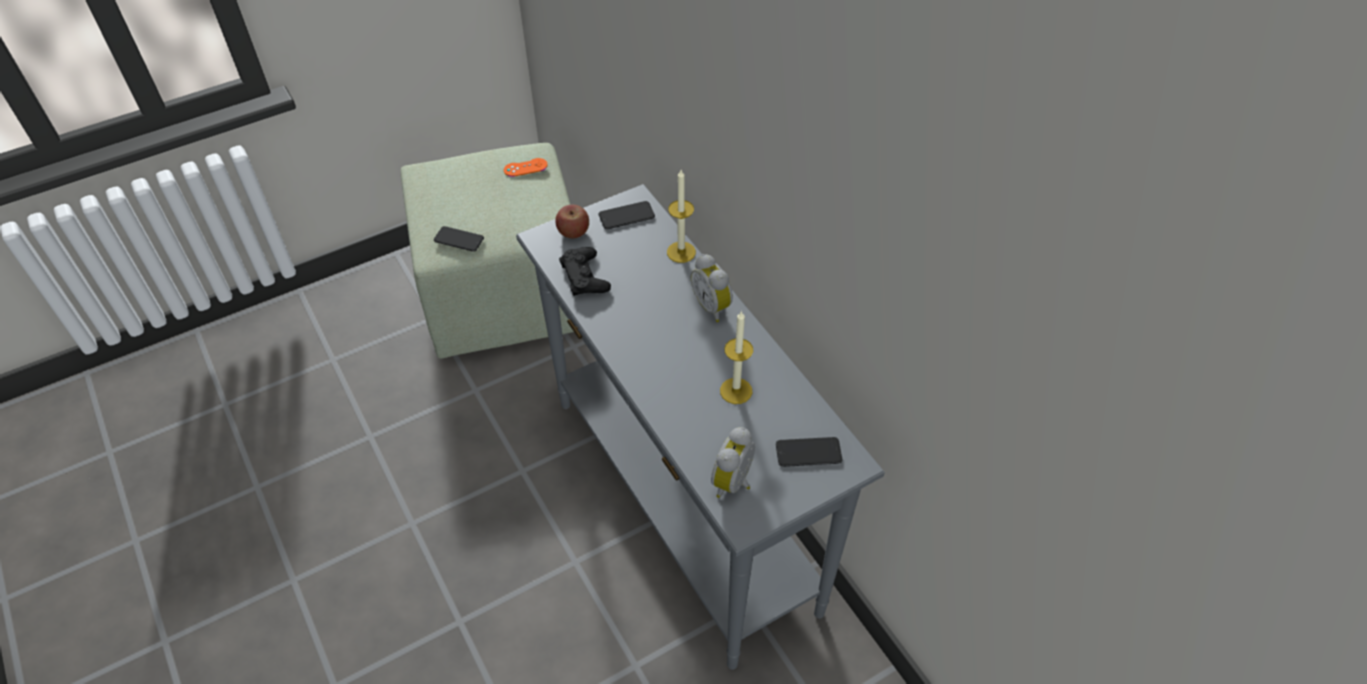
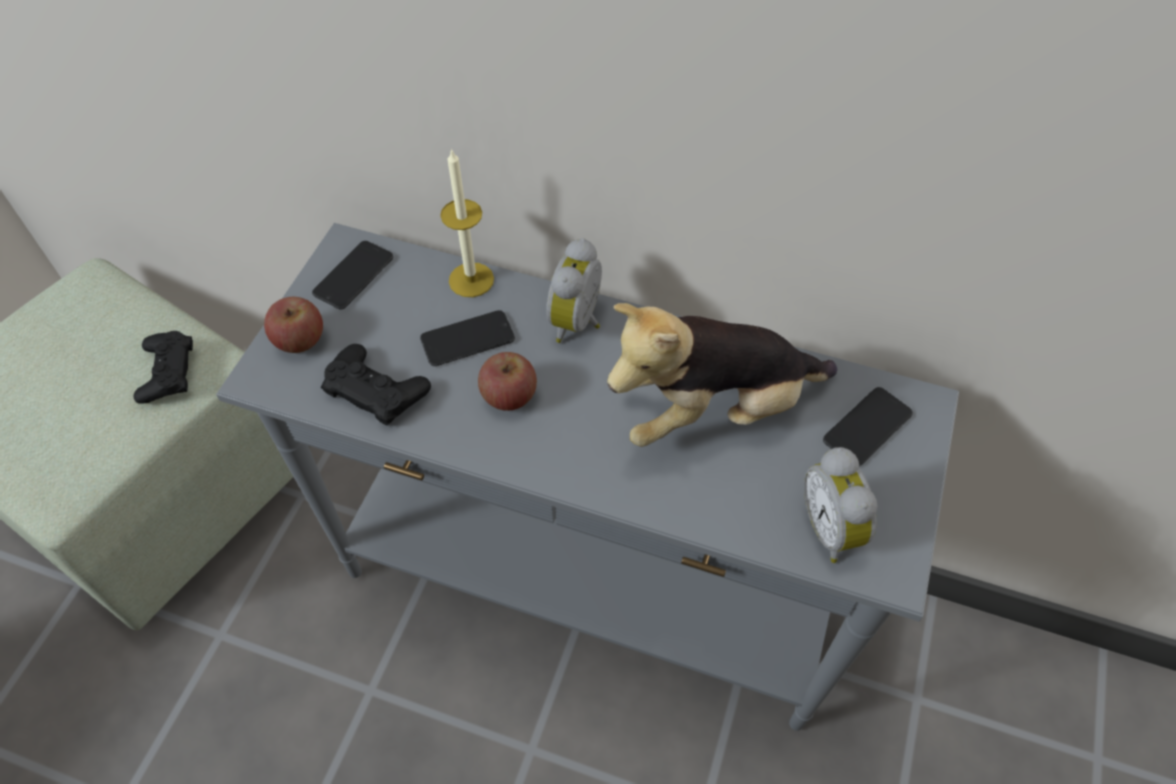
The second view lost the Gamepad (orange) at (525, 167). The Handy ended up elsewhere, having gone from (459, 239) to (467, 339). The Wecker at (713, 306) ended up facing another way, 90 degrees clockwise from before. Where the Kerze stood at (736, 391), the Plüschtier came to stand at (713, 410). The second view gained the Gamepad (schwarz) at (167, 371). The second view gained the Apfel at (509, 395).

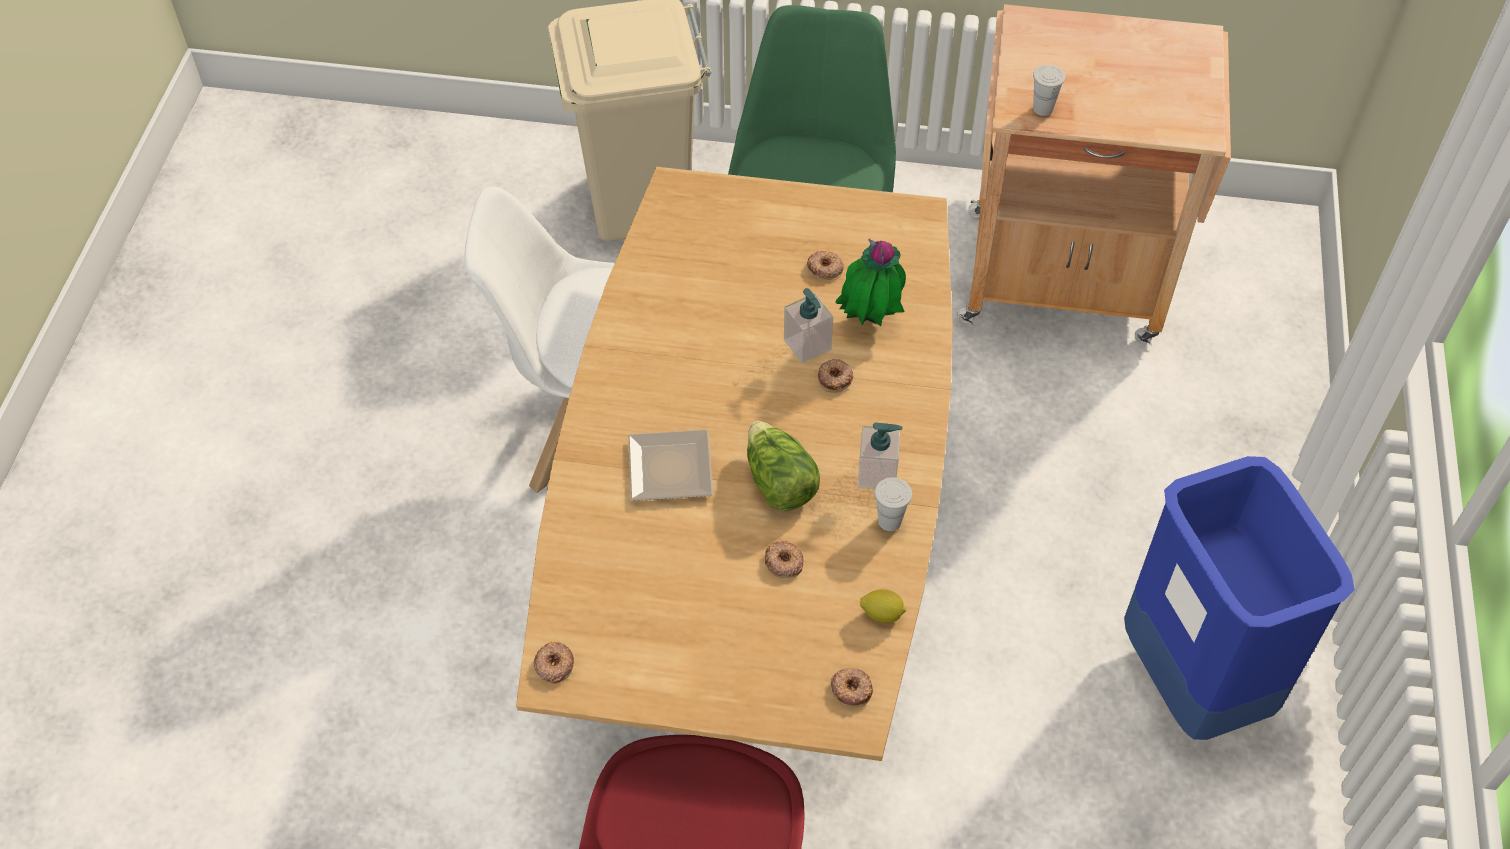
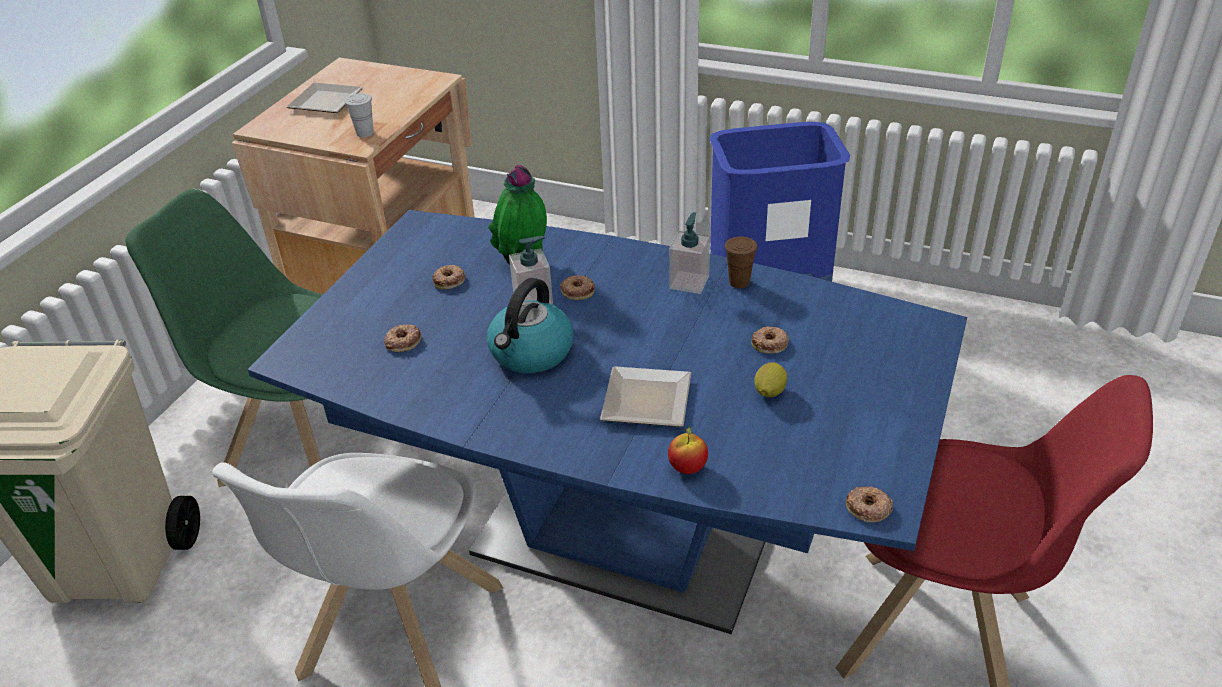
What was the Esstisch (braun) at (754, 586) turned into the Esstisch (blau) at (620, 543). The second view lost the Salatkopf at (778, 482). What was the Tasse (weiß) at (889, 521) turned into the Tasse (braun) at (739, 282). The Zitrone ended up elsewhere, having gone from (882, 614) to (769, 392). The Donut ended up elsewhere, having gone from (851, 689) to (403, 341). The second view gained the Teller at (325, 101). The second view gained the Wasserkessel at (531, 353). The second view gained the Apfel at (687, 468).

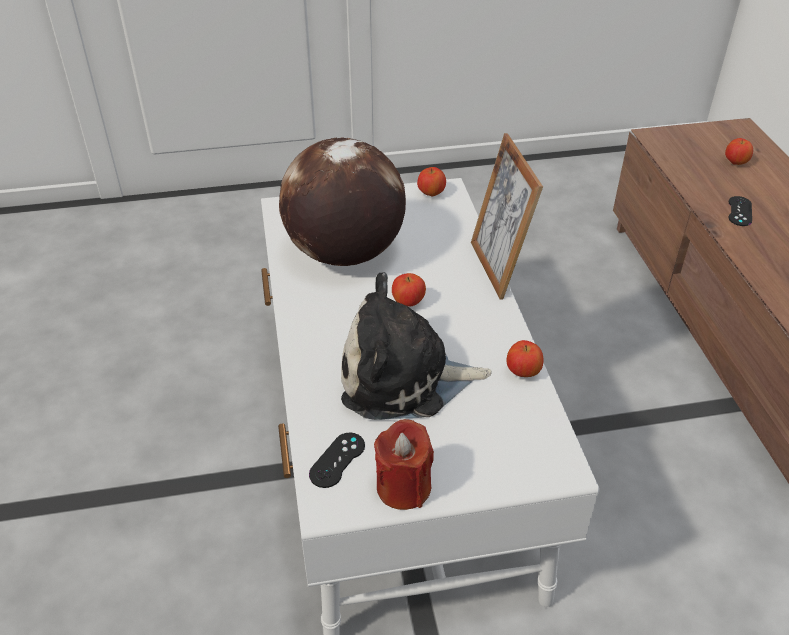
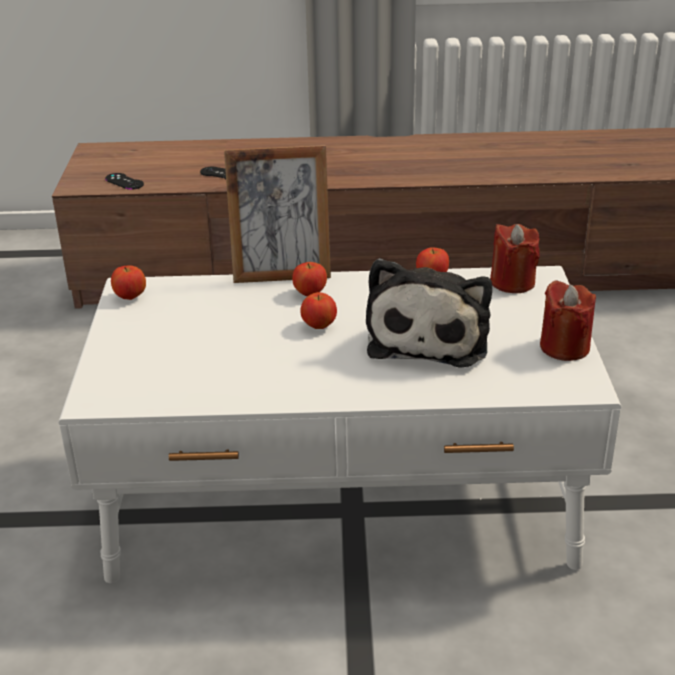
The second view lost the Globus at (344, 253). The Apfel ended up elsewhere, having gone from (735, 163) to (310, 294). The Gamepad (schwarz) ended up elsewhere, having gone from (337, 460) to (124, 181). The second view gained the Kerze (rot) at (512, 282).

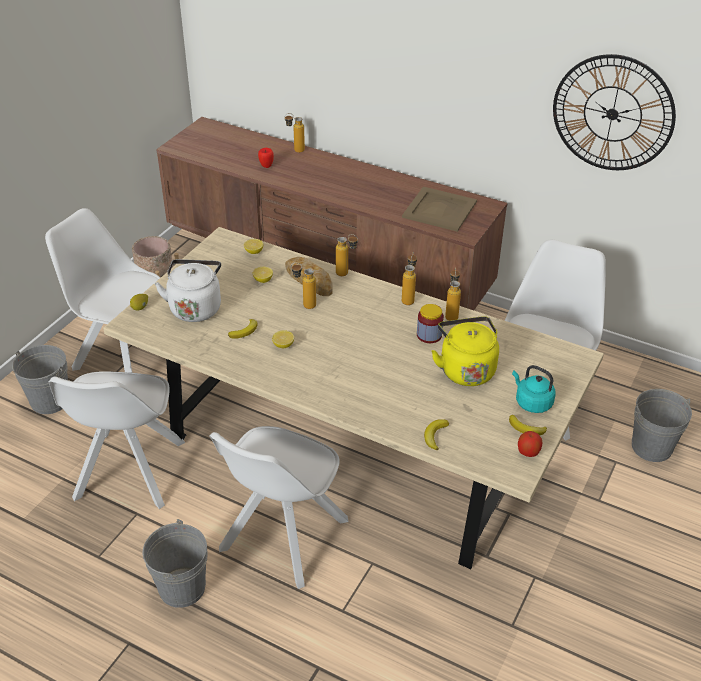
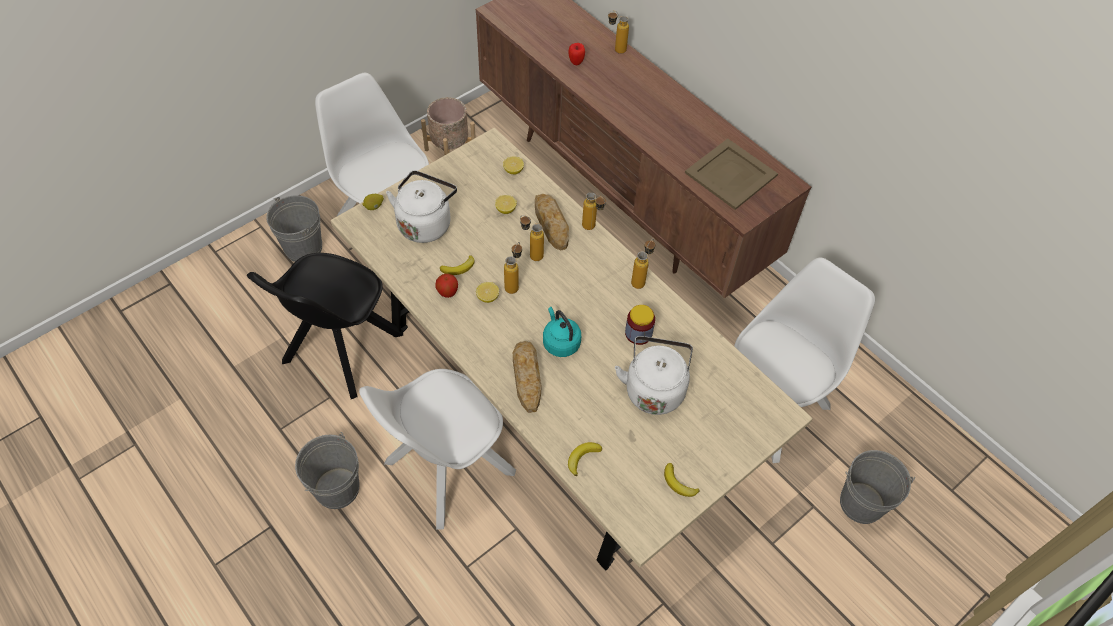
The second view lost the Wanduhr at (612, 114). The Flasche ended up elsewhere, having gone from (451, 314) to (514, 284). What was the Wasserkessel (gelb) at (465, 369) turned into the Wasserkessel (weiß) at (654, 388). The Wasserkessel (türkis) ended up elsewhere, having gone from (531, 402) to (560, 342). What was the Stuhl (weiß) at (128, 472) turned into the Stuhl (schwarz) at (340, 350). The Apfel ended up elsewhere, having gone from (528, 452) to (447, 292). The second view gained the Brot at (527, 378).

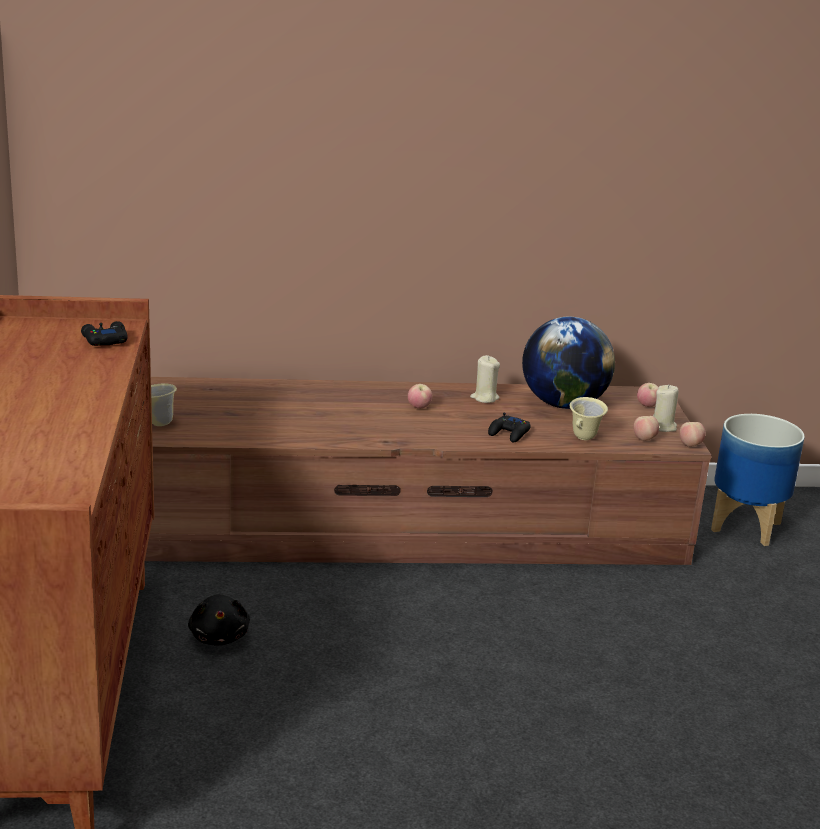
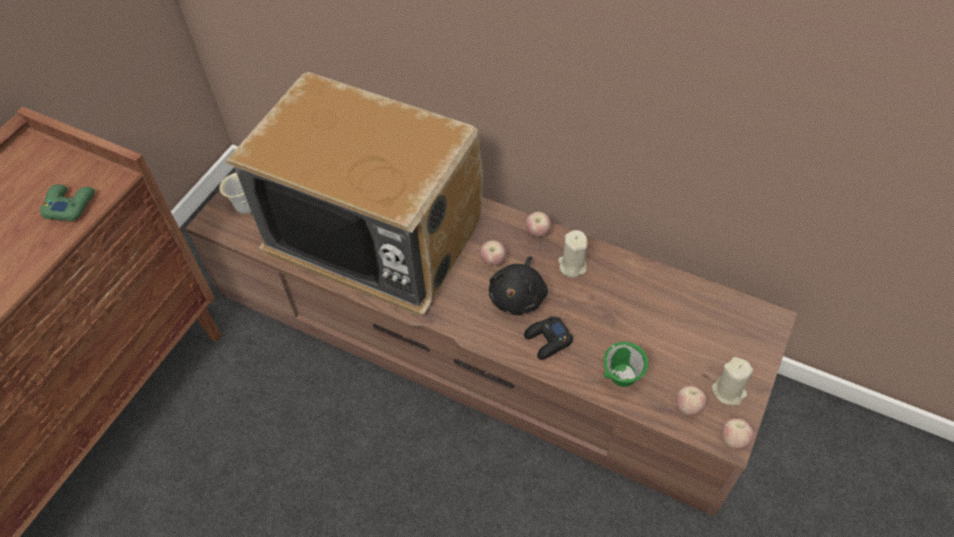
The second view lost the Globus at (563, 404). What was the Gamepad (schwarz) at (104, 340) turned into the Gamepad (grün) at (69, 205). The Apfel ended up elsewhere, having gone from (647, 406) to (537, 232). What was the Henkelbecher (beige) at (584, 439) turned into the Henkelbecher (grün) at (621, 381). The second view lost the Pflanzkübel at (746, 527). The Plüschtier (schwarz) ended up elsewhere, having gone from (219, 636) to (518, 296). The second view gained the Fernseher at (373, 234).

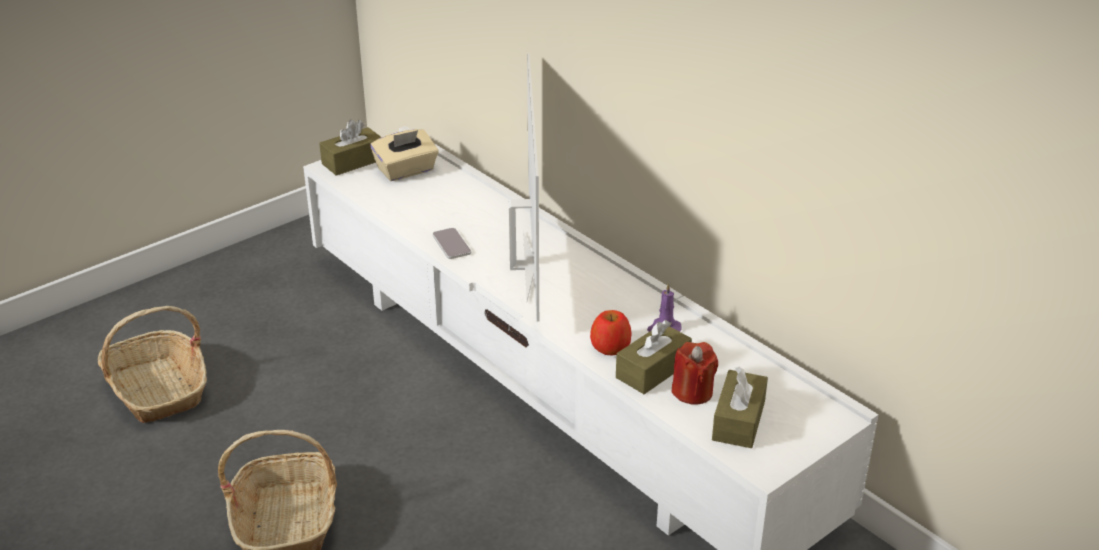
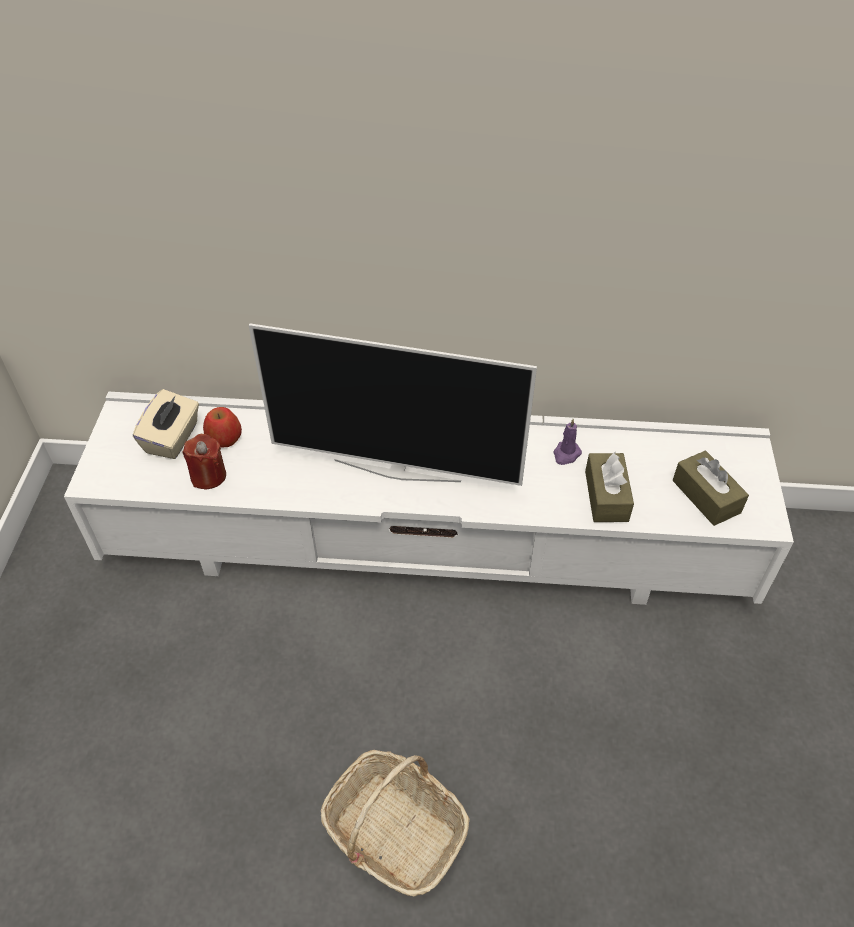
The Fernseher at (522, 266) ended up facing another way, 150 degrees clockwise from before. The second view lost the Taschentuchbox (braun) at (353, 161). The second view lost the Handy at (451, 244). The second view lost the Korb at (158, 389). The Apfel ended up elsewhere, having gone from (610, 346) to (224, 437). The Kerze (rot) ended up elsewhere, having gone from (692, 392) to (208, 476).

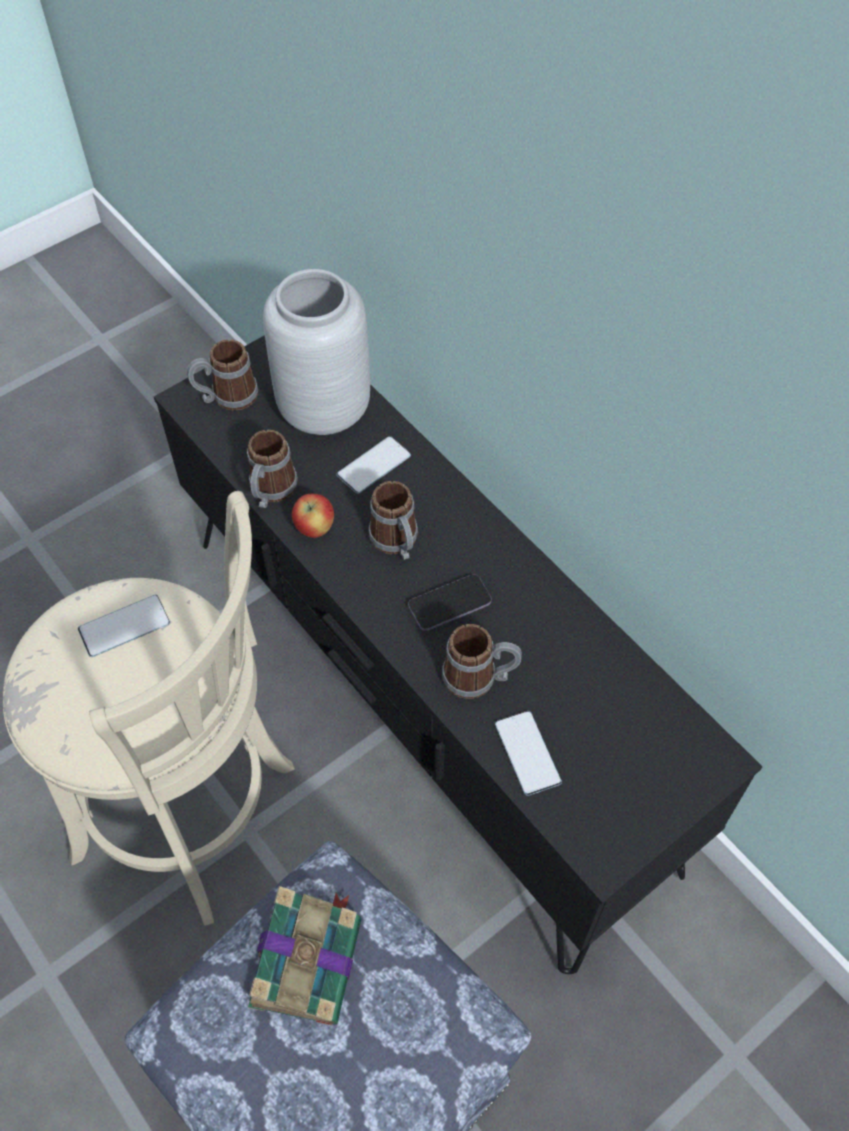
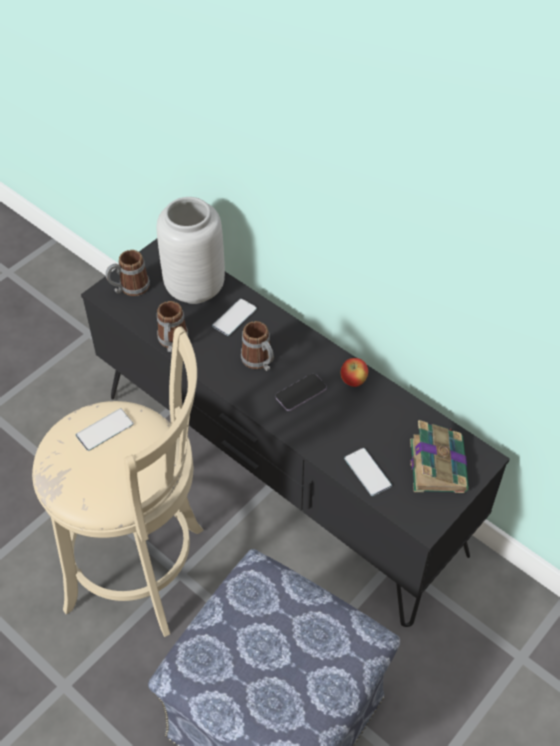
The Apfel ended up elsewhere, having gone from (315, 529) to (353, 381). The second view lost the Henkelbecher at (479, 677). The Buch ended up elsewhere, having gone from (306, 959) to (437, 464).

